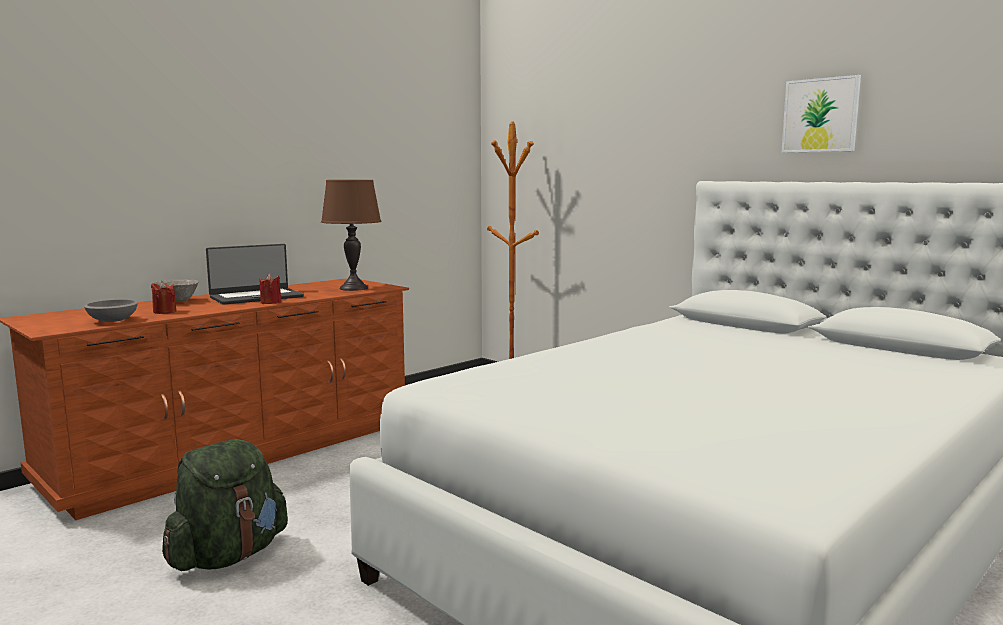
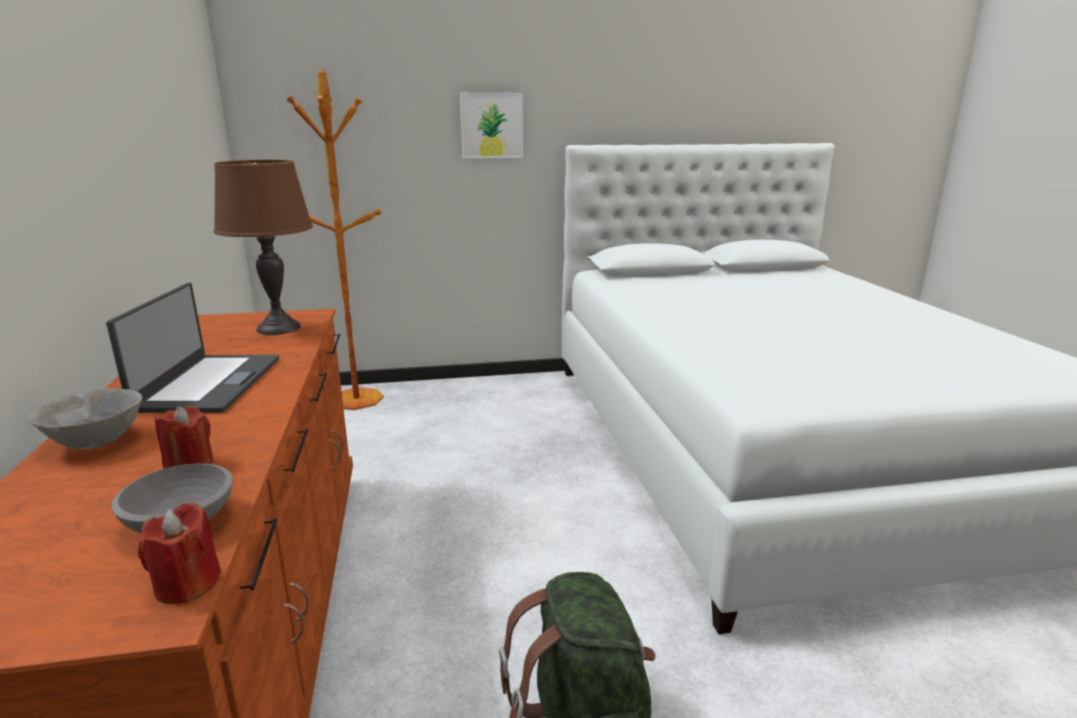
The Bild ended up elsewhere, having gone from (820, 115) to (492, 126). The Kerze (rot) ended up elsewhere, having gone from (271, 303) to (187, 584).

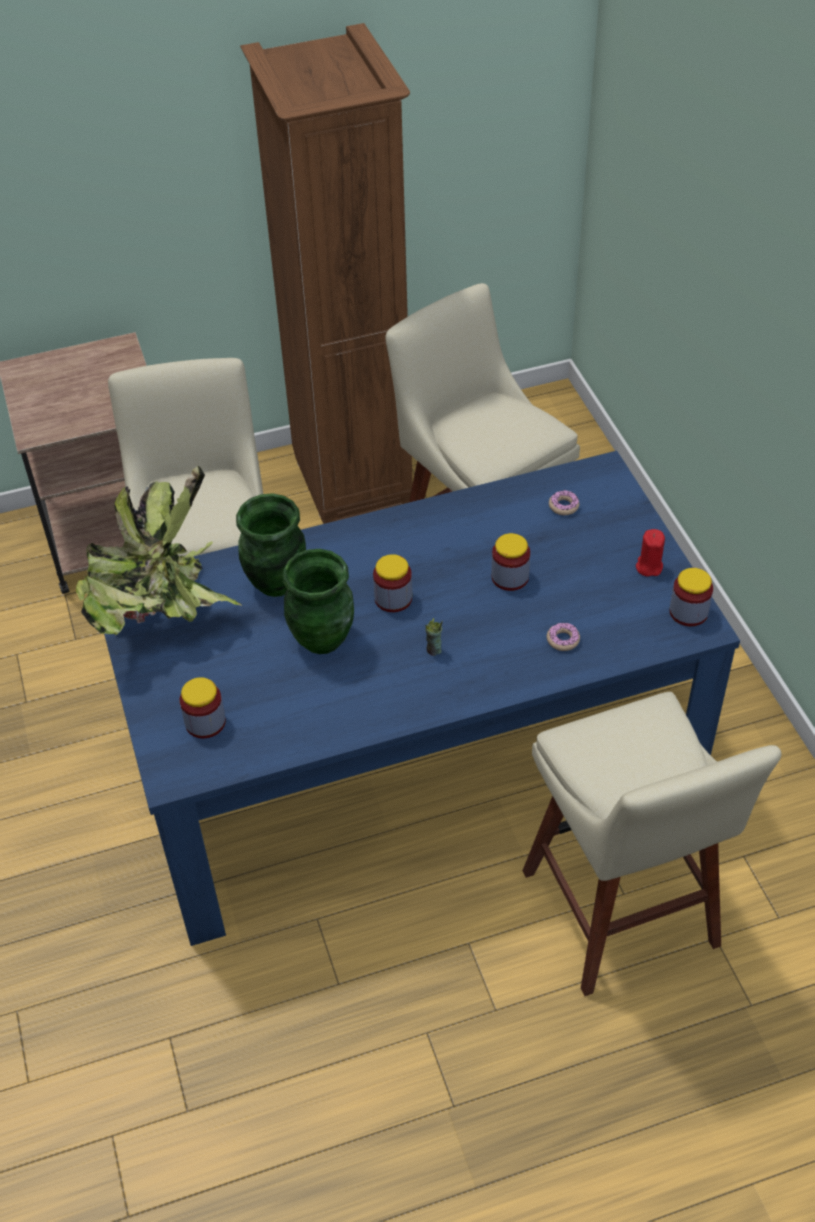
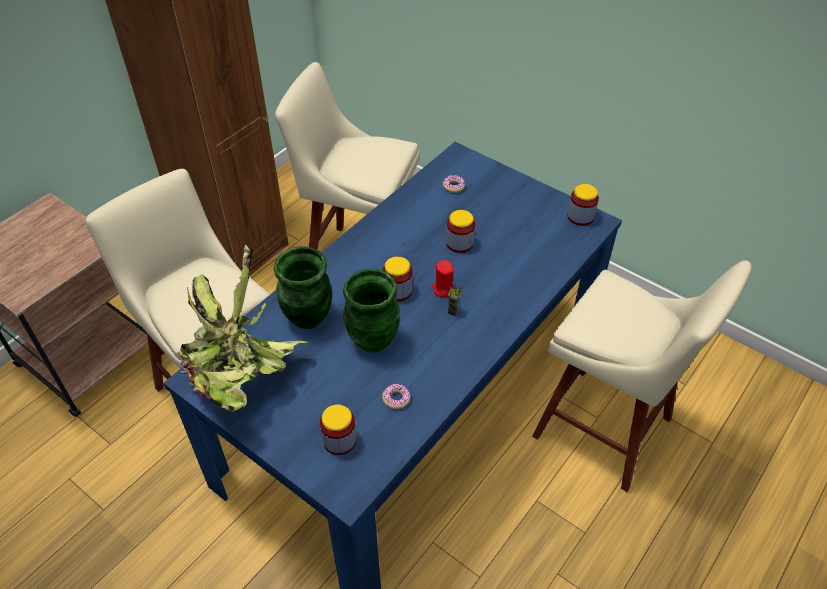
The Kerze (rot) ended up elsewhere, having gone from (649, 566) to (443, 289). The Donut ended up elsewhere, having gone from (563, 640) to (396, 399).

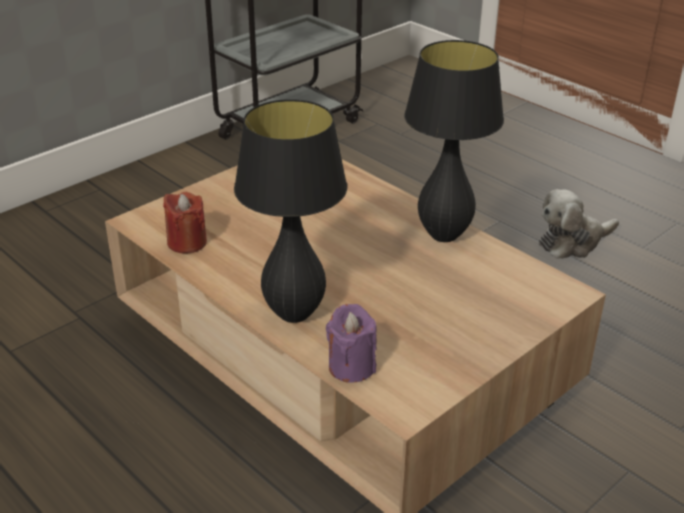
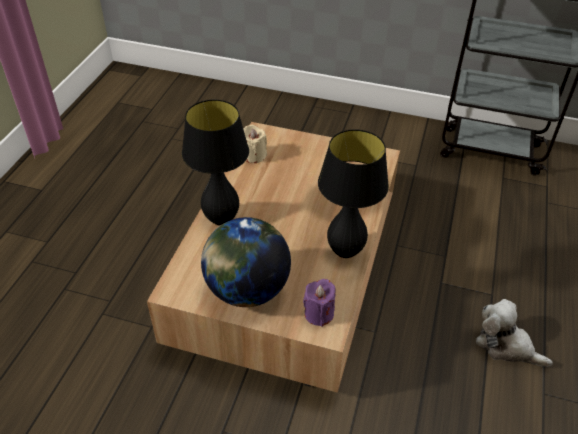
What was the Kerze (rot) at (187, 242) turned into the Kerze (beige) at (254, 156). The Kerze (lila) ended up elsewhere, having gone from (351, 367) to (319, 314). The second view gained the Globus at (246, 290).

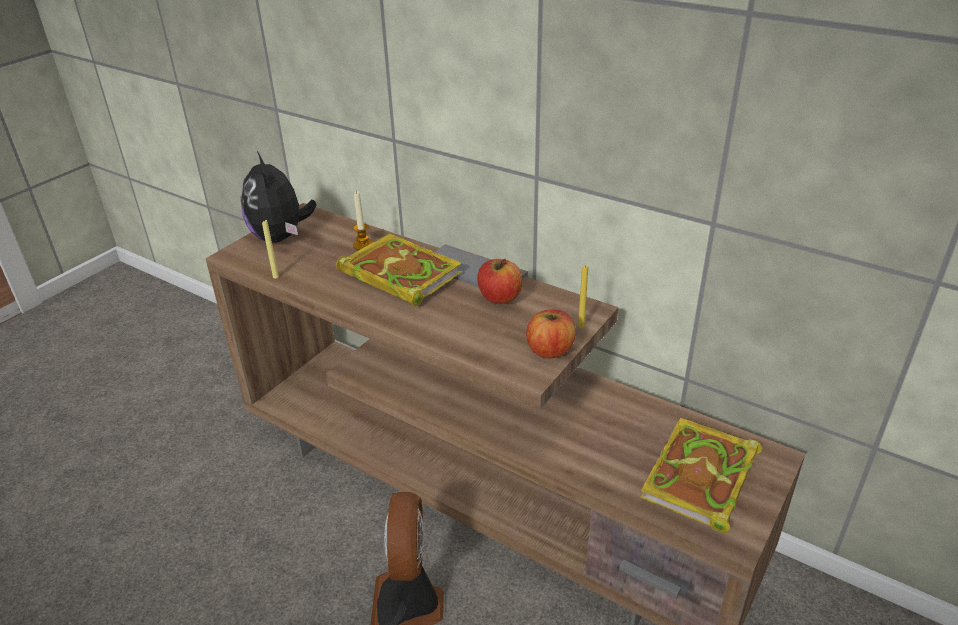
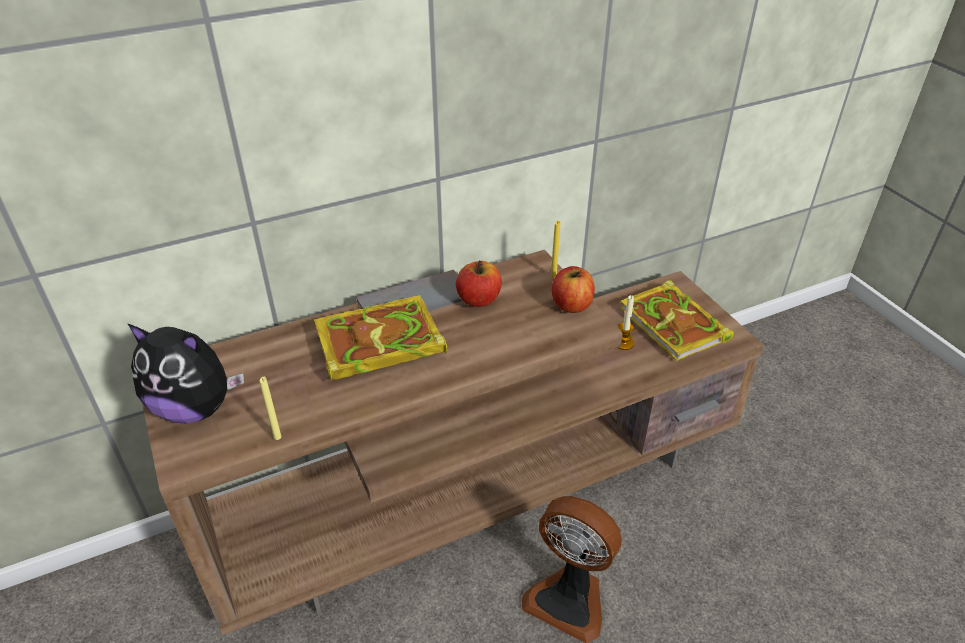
The Kerze ended up elsewhere, having gone from (363, 245) to (623, 343).

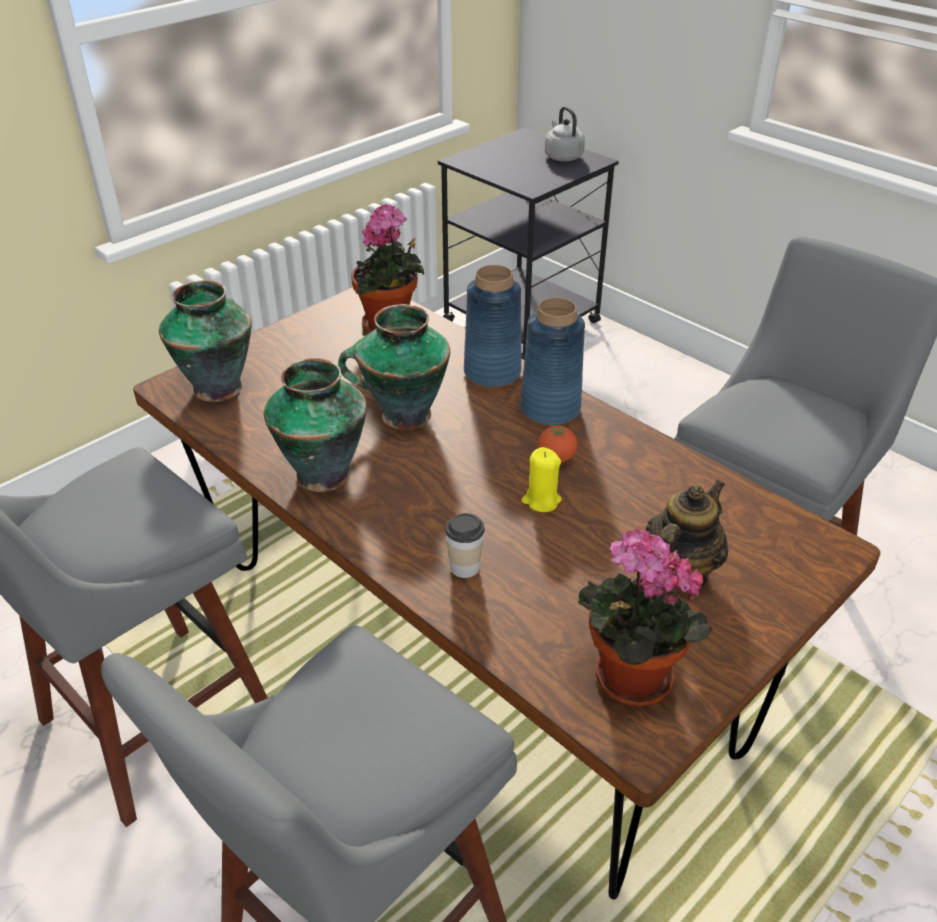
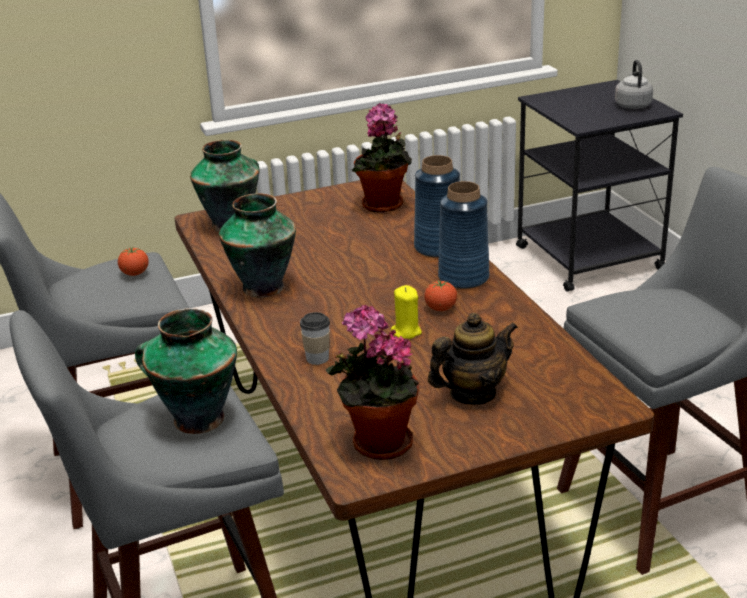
The Vase ended up elsewhere, having gone from (403, 415) to (196, 418). The second view gained the Tomate at (135, 274).

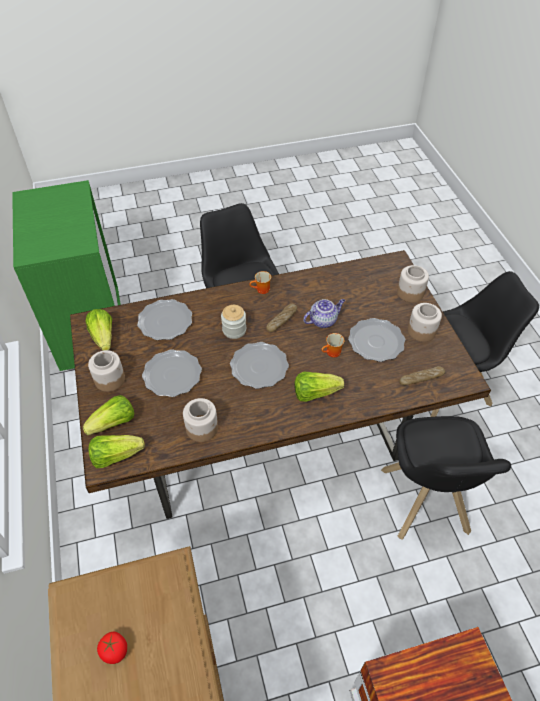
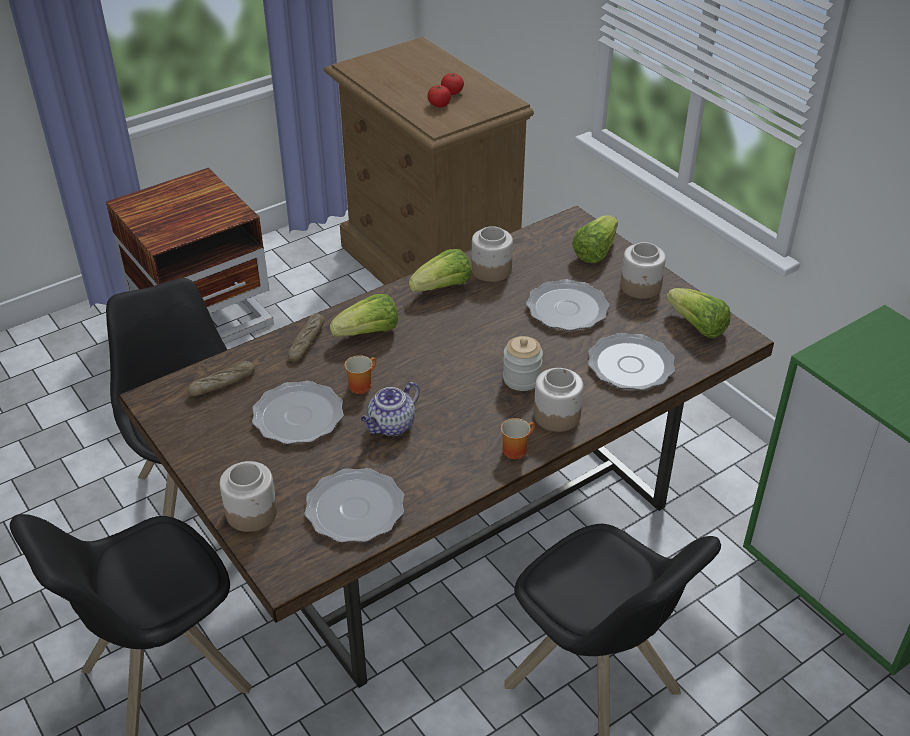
The Vorratsglas ended up elsewhere, having gone from (421, 331) to (557, 415). The Brot ended up elsewhere, having gone from (282, 320) to (306, 342). The Teller ended up elsewhere, having gone from (259, 366) to (354, 509). The Salatkopf ended up elsewhere, having gone from (116, 456) to (443, 287). The second view gained the Tomate at (439, 105).

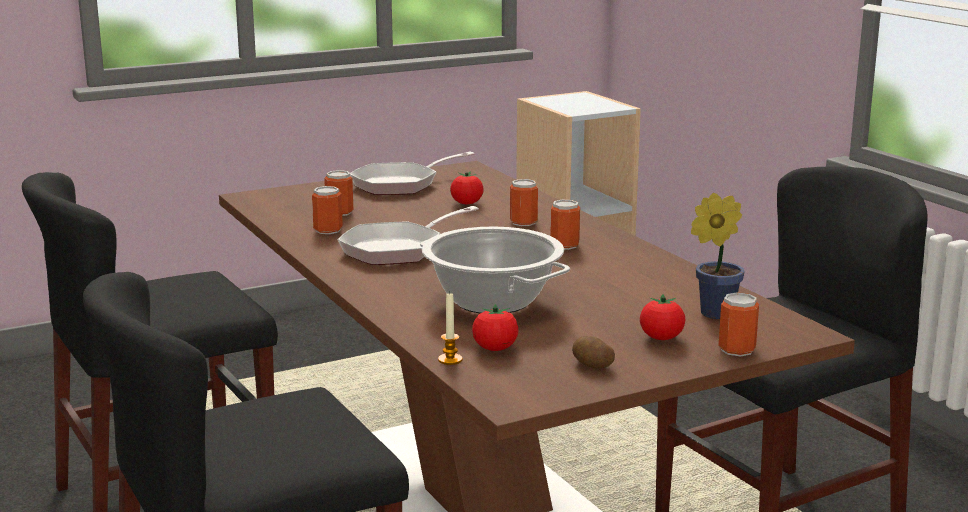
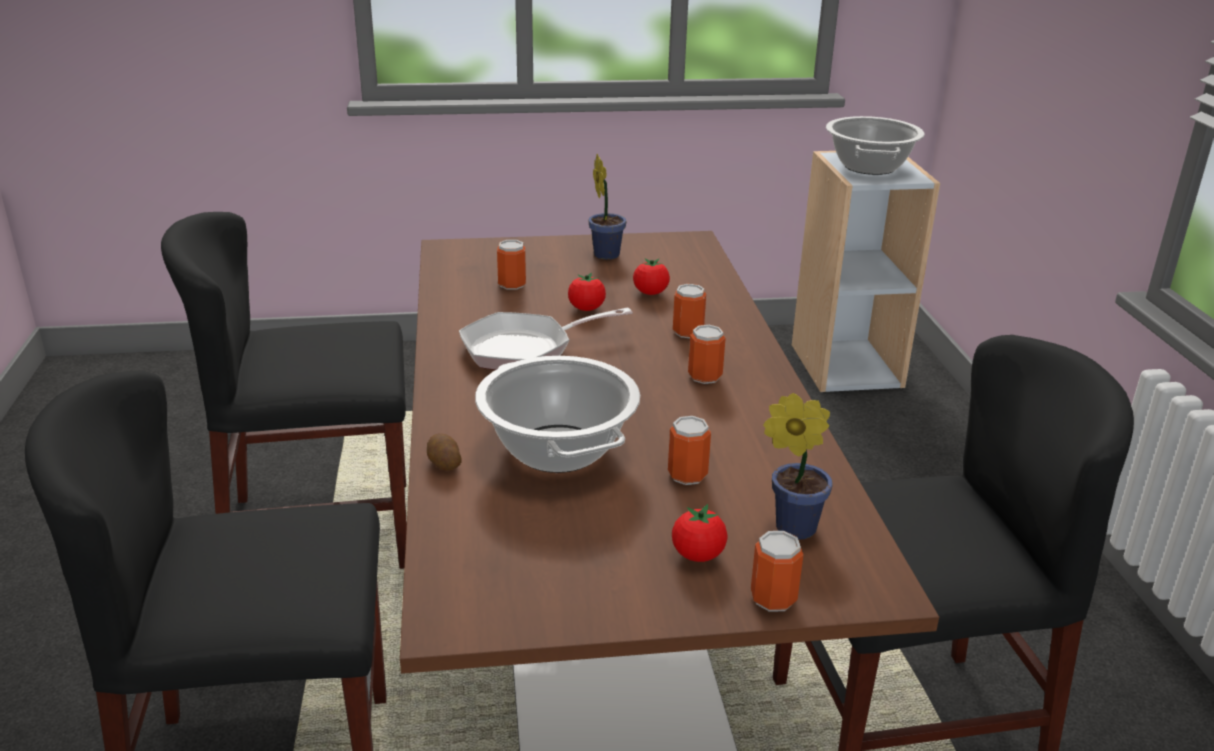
Where the Pfanne stood at (400, 184), the Topfpflanze came to stand at (605, 253). The Dose ended up elsewhere, having gone from (328, 230) to (687, 475). The second view lost the Kerze at (450, 360). The Tomate ended up elsewhere, having gone from (495, 348) to (586, 308). The Kartoffel ended up elsewhere, having gone from (591, 365) to (444, 463). The second view gained the Kochtopf at (870, 167).

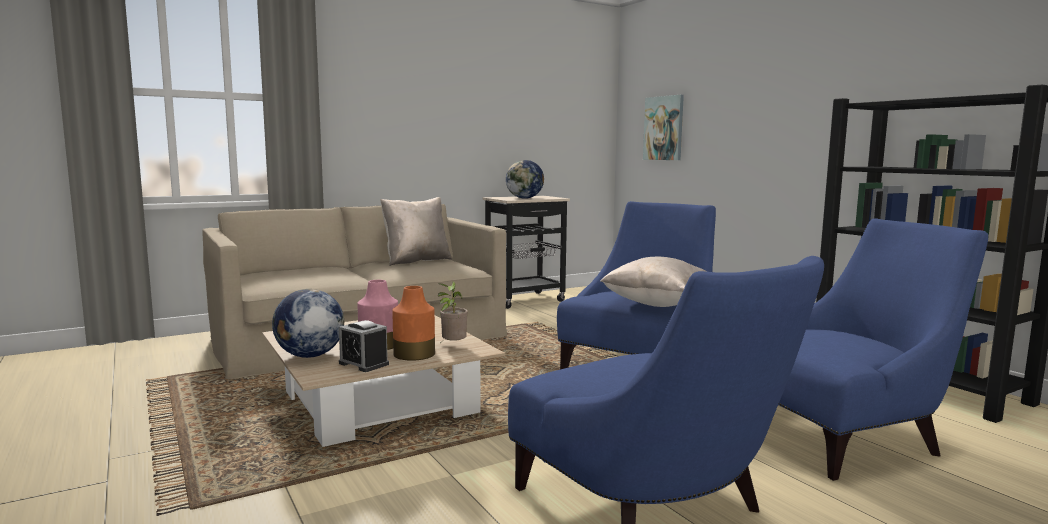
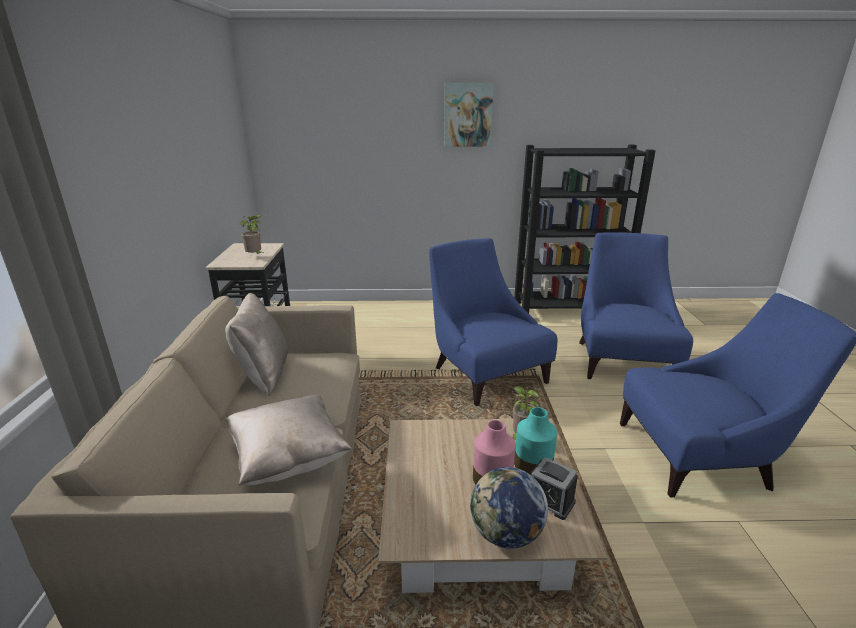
The Bild ended up elsewhere, having gone from (664, 128) to (468, 115). Where the Globus stood at (524, 198), the Topfpflanze came to stand at (255, 256). The Kissen (beige) ended up elsewhere, having gone from (657, 304) to (289, 458). What was the Vase (orange) at (413, 353) turned into the Vase (türkis) at (532, 464). The Wecker at (363, 364) ended up facing another way, 60 degrees clockwise from before.

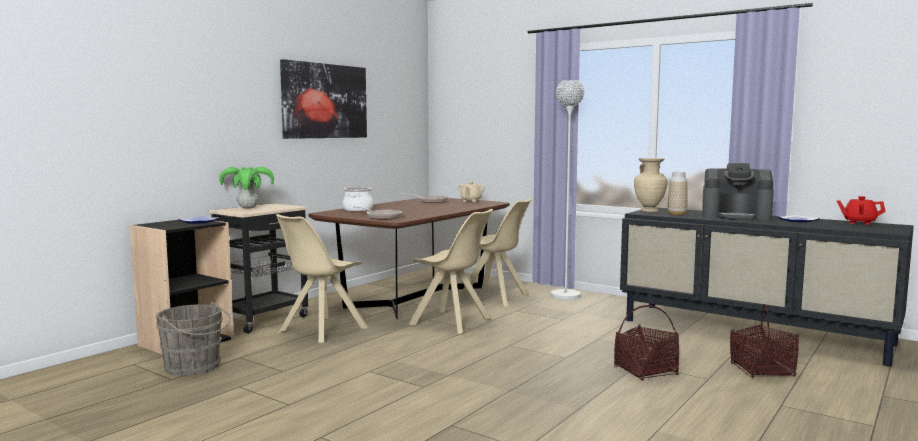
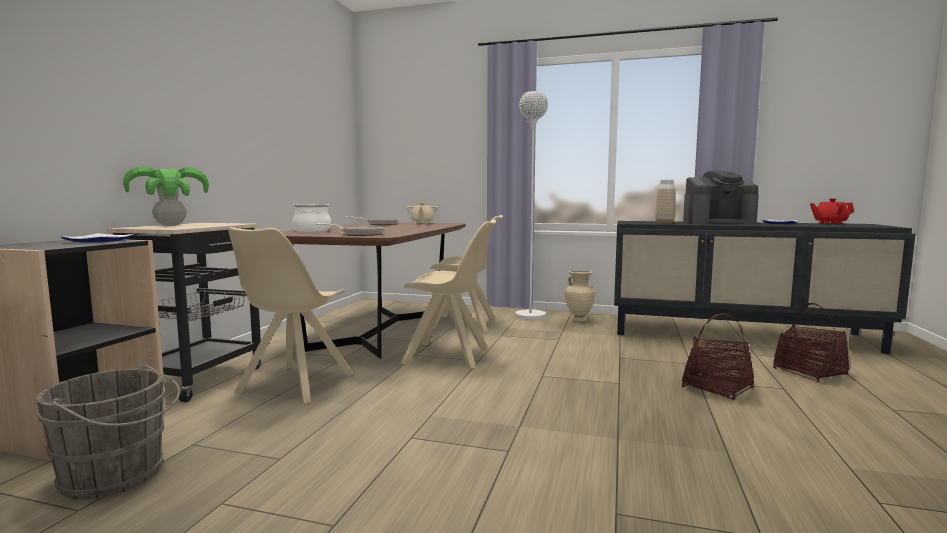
The second view lost the Bild at (324, 101). The Vase (beige) ended up elsewhere, having gone from (649, 211) to (579, 320).

